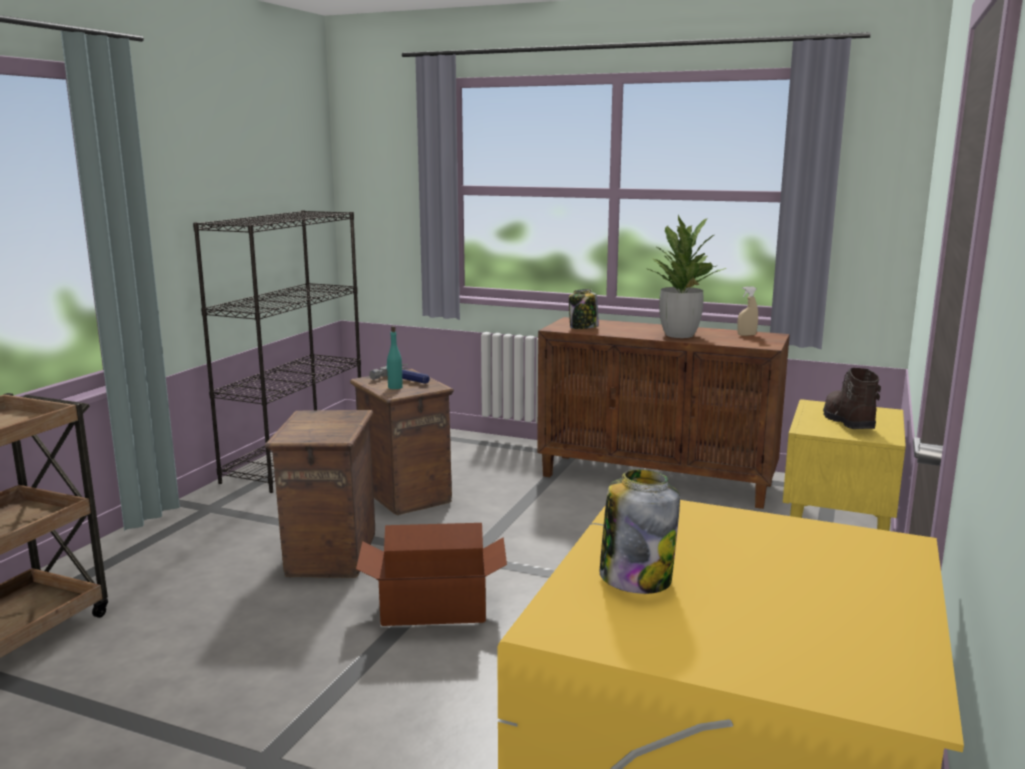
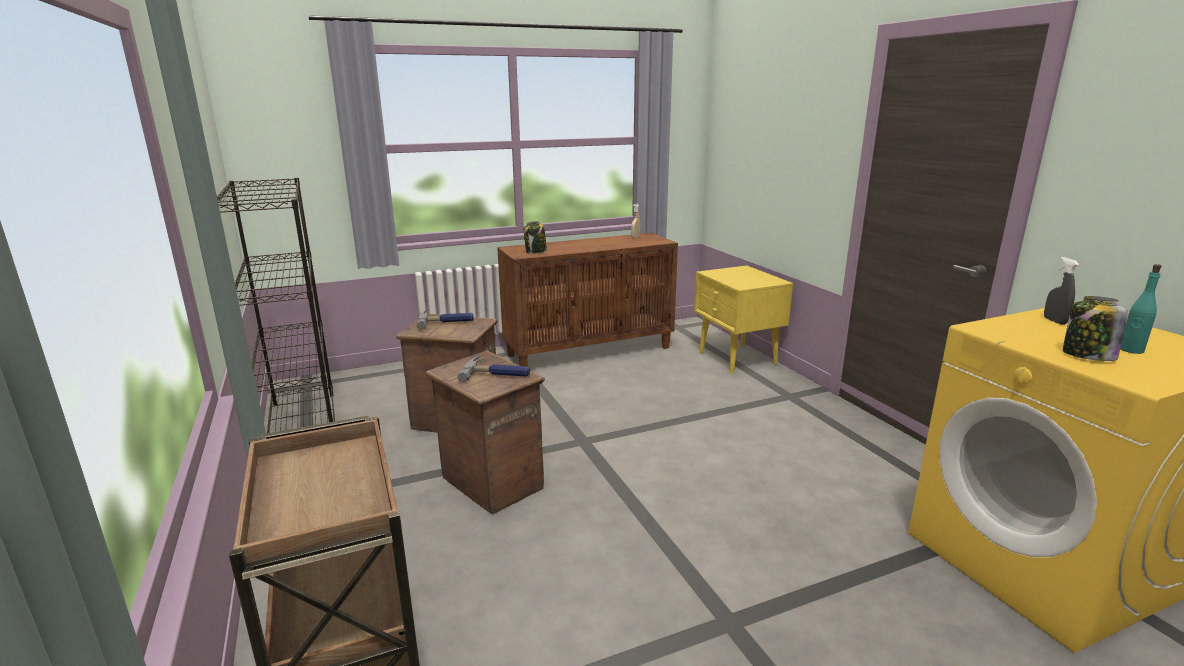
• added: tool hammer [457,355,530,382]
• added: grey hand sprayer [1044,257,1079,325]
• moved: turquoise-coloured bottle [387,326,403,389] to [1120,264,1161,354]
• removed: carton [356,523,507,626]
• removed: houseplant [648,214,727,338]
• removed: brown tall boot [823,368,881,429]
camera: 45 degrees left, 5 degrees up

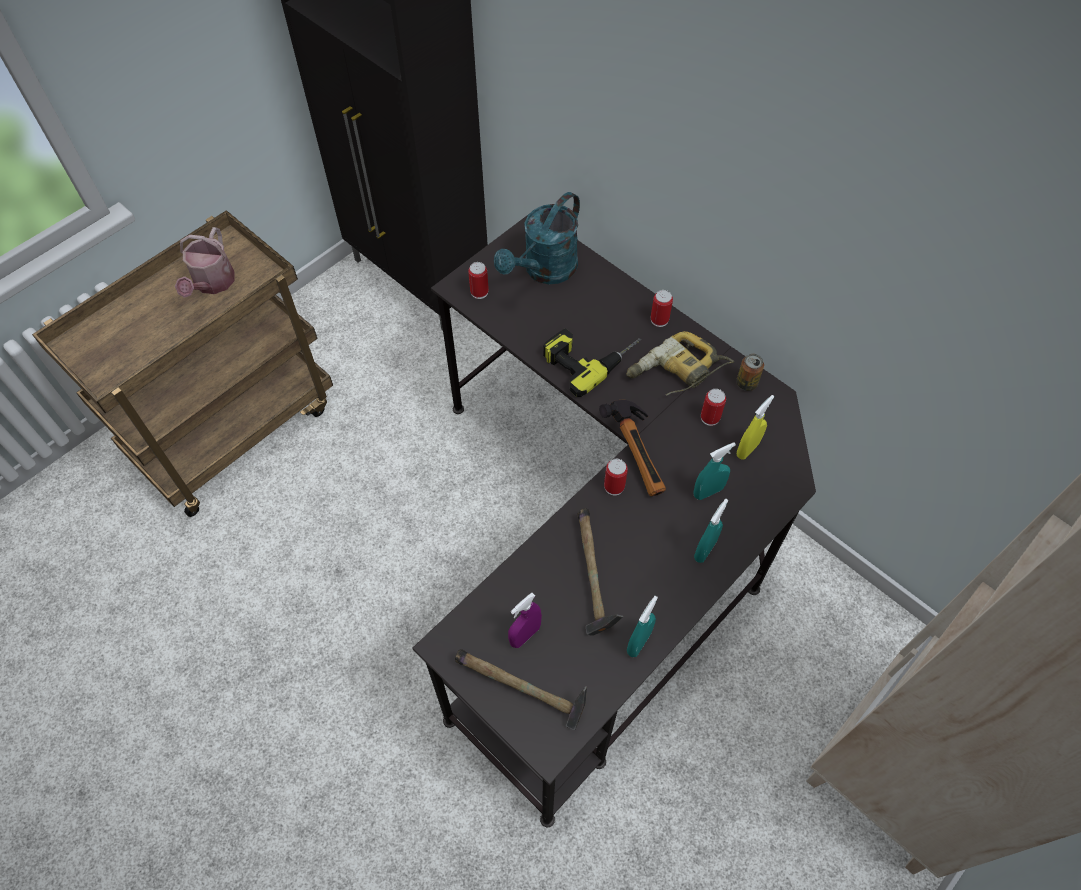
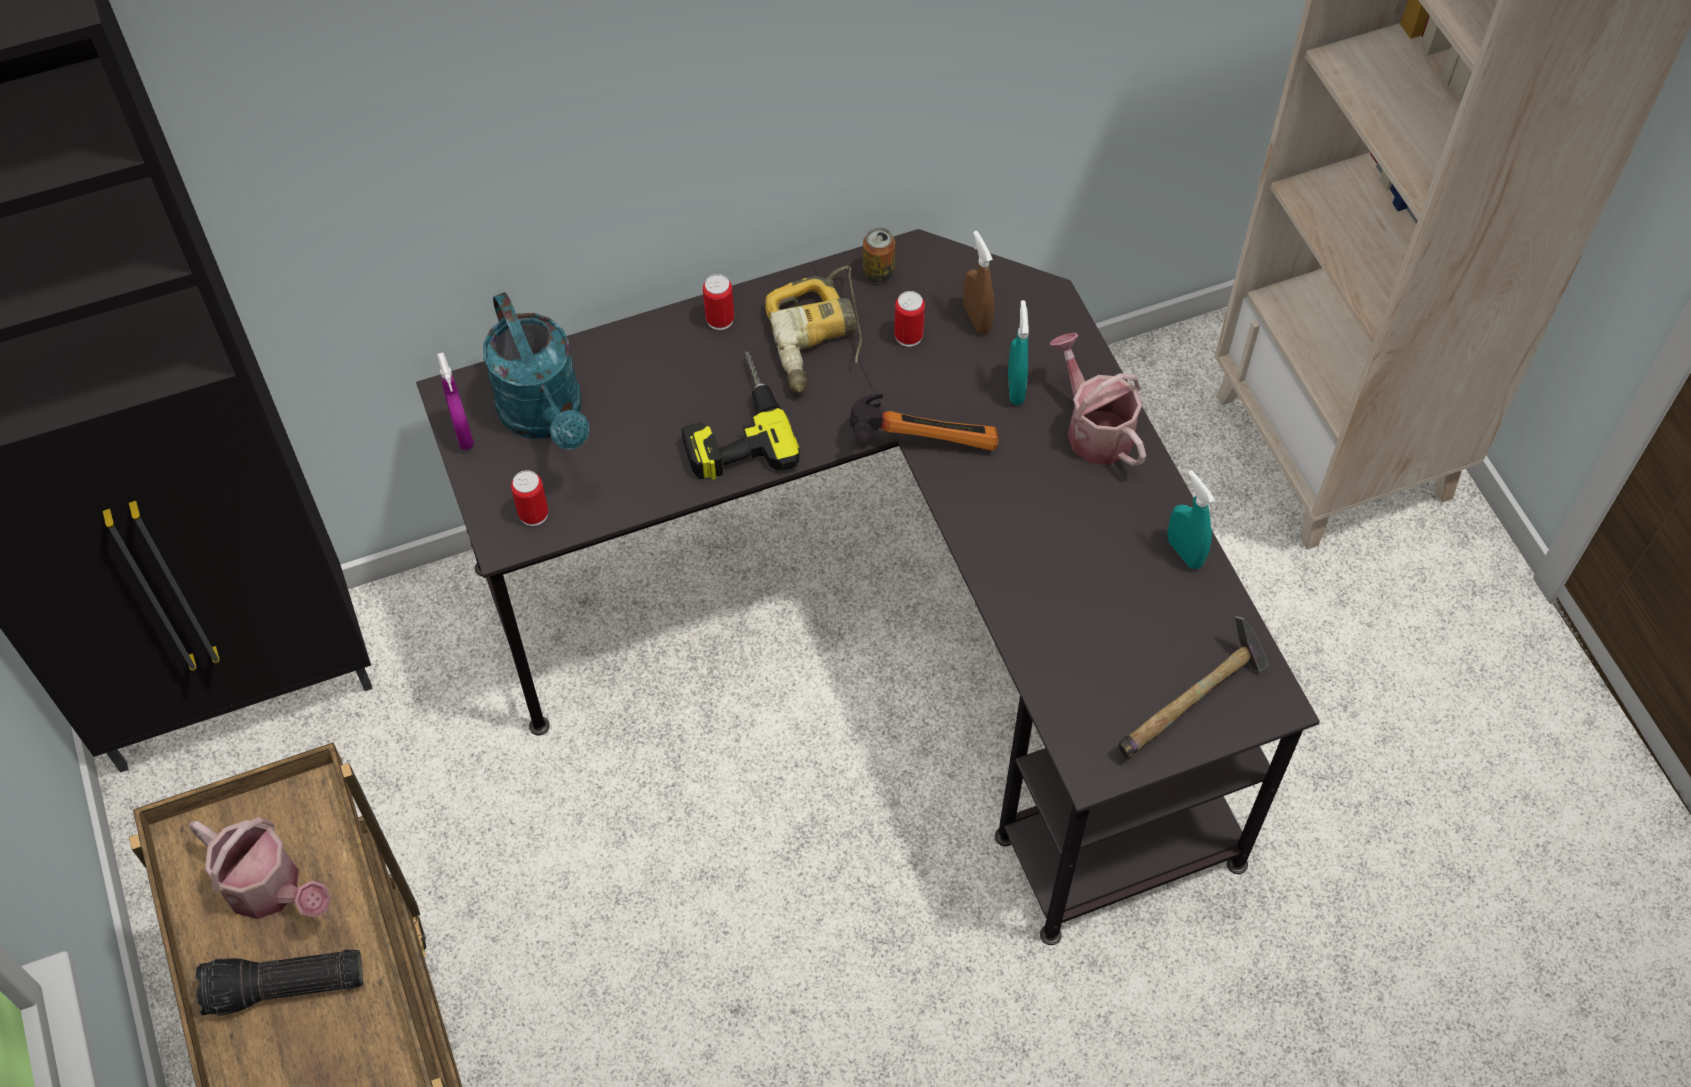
• added: flashlight [195,949,363,1016]
• moved: purplish hand sprayer [508,593,542,648] to [437,352,474,450]
• recoloured: yellowish hand sprayer [737,395,774,460] to brown hand sprayer [963,231,995,334]
• replaced: turquoise-coloured hand sprayer [694,499,729,563] to watering pot [1050,333,1146,466]
• removed: tool hammer [577,508,623,636]
• removed: metal can [604,459,628,495]
camera: 65 degrees left, 0 degrees up

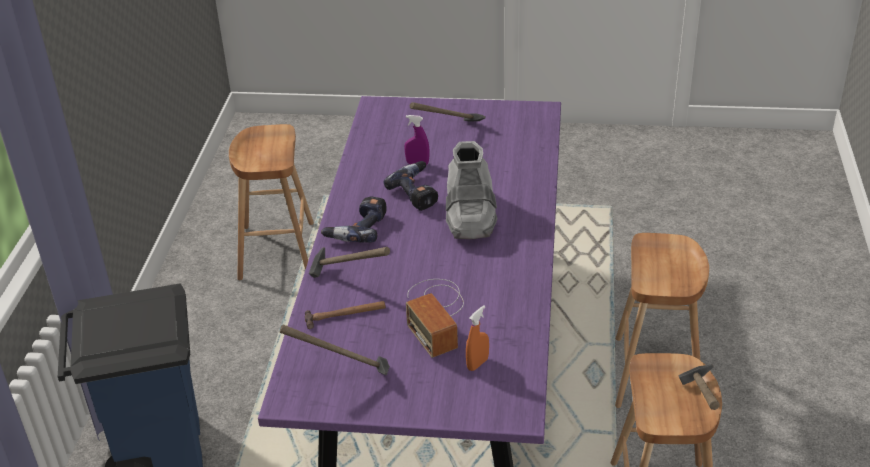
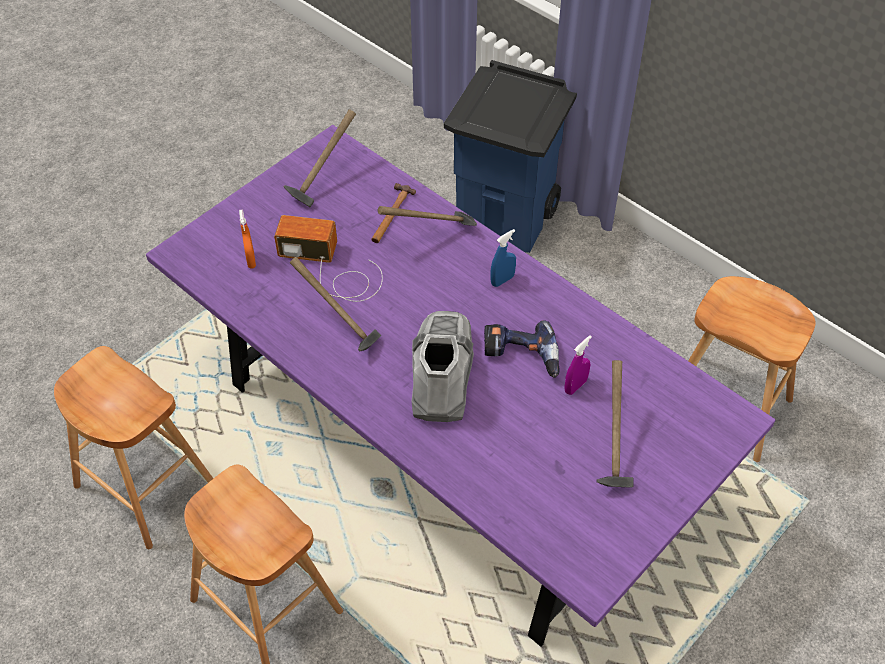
• moved: tool hammer [679,364,720,410] to [290,257,381,352]
• turned: grey tall boot [446,141,497,239] = [412,311,474,422] 60 degrees clockwise
• replaced: electric drill [321,197,386,243] to blue hand sprayer [490,229,516,287]
camera: 125 degrees right, 15 degrees up

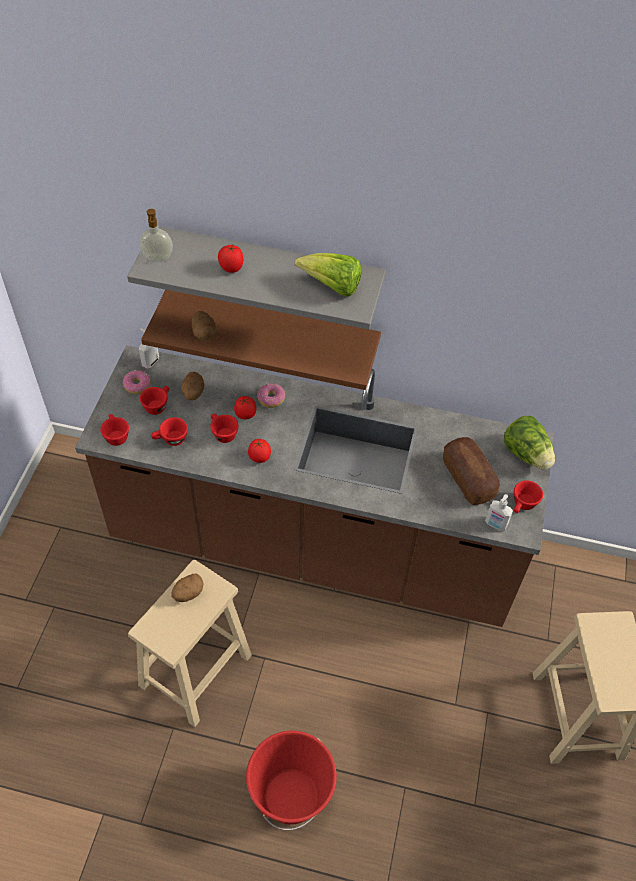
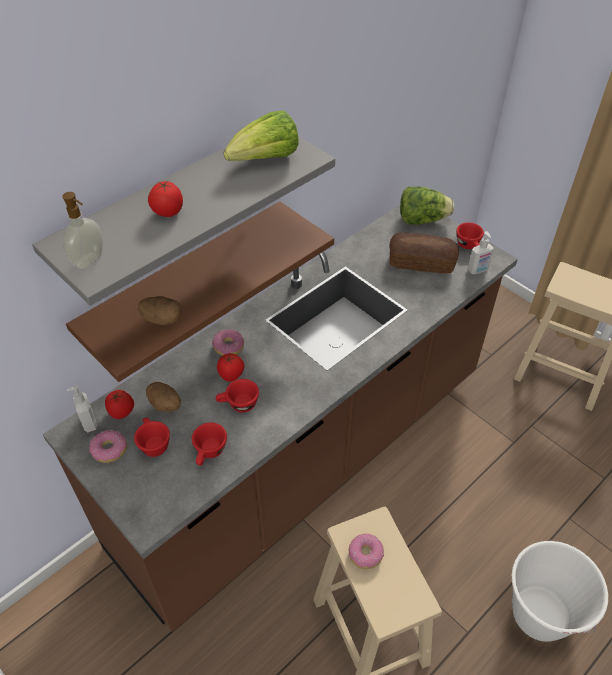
• moved: fresh tomato [248,439,271,463] to [105,390,134,419]
• replaced: potato [172,574,203,602] to donut [349,534,384,569]
• recoloured: red-coloured pail [246,730,337,830] to whitish pail [512,541,608,642]
• removed: red-coloured drinking cup [100,414,129,446]
camera: 55 degrees left, 5 degrees down

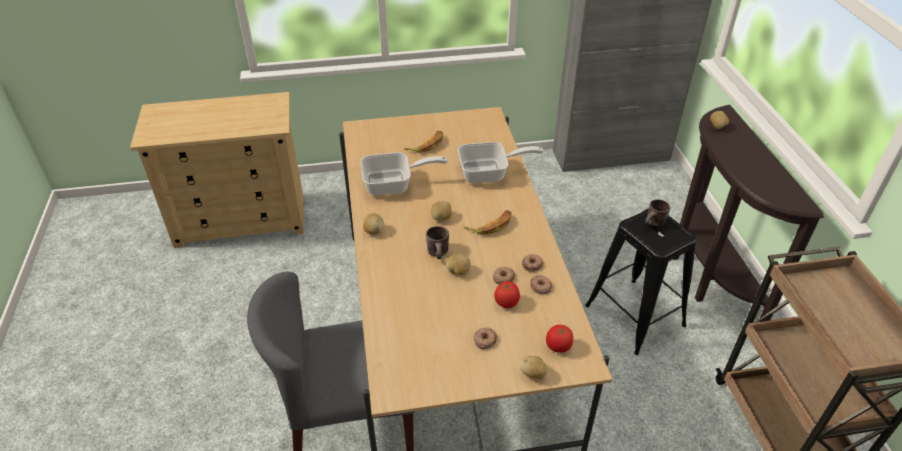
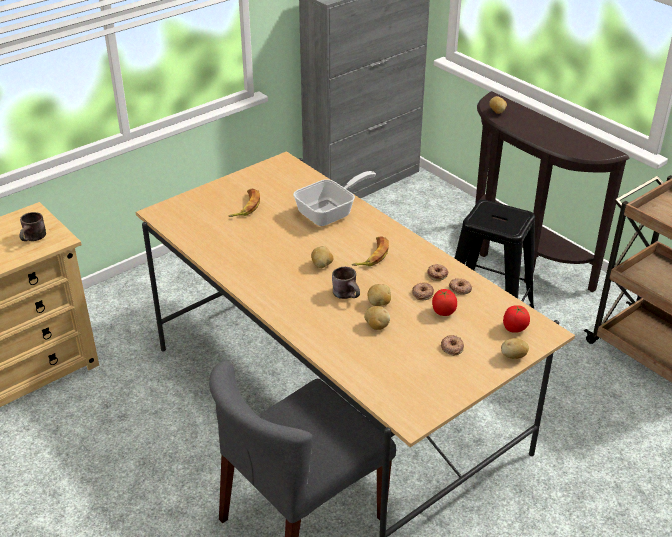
• moved: brown tea mug [645,199,671,227] to [20,212,46,241]
• moved: potato [363,213,384,235] to [364,306,390,330]
• removed: skillet [360,152,448,196]
camera: 30 degrees left, 5 degrees down

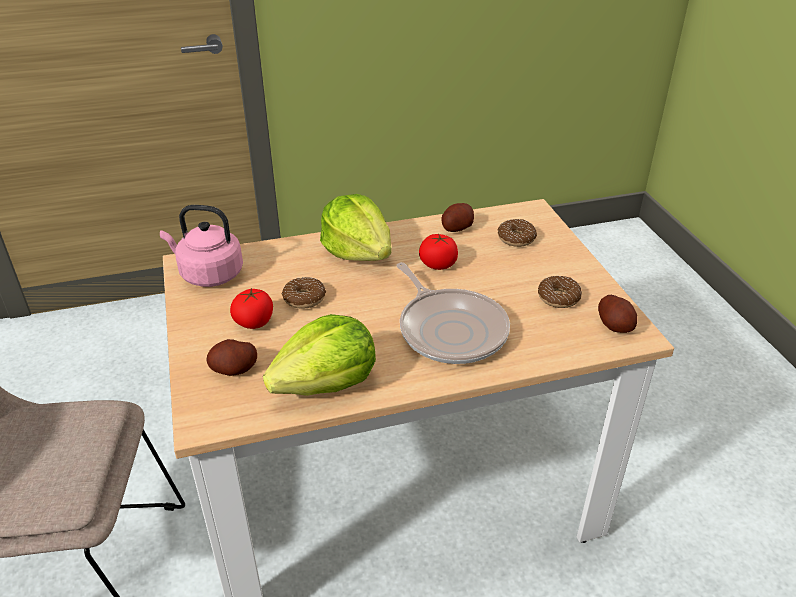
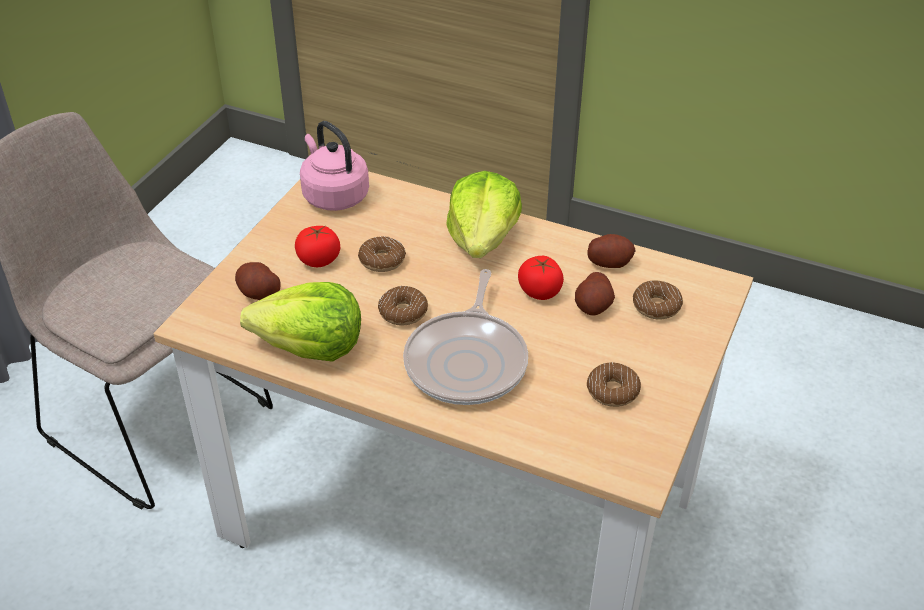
• added: donut [378,286,428,326]
• moved: potato [598,295,637,333] to [575,272,615,315]
camera: 40 degrees right, 5 degrees up

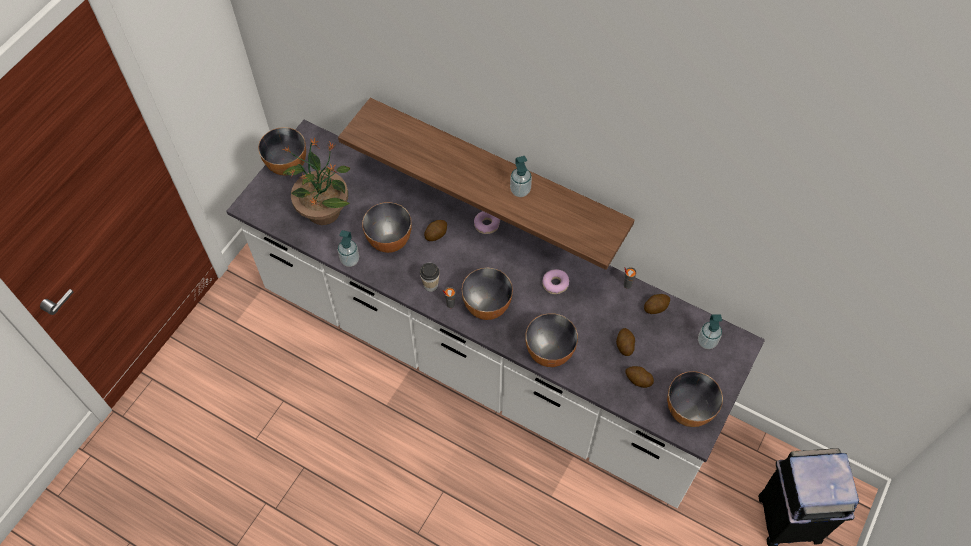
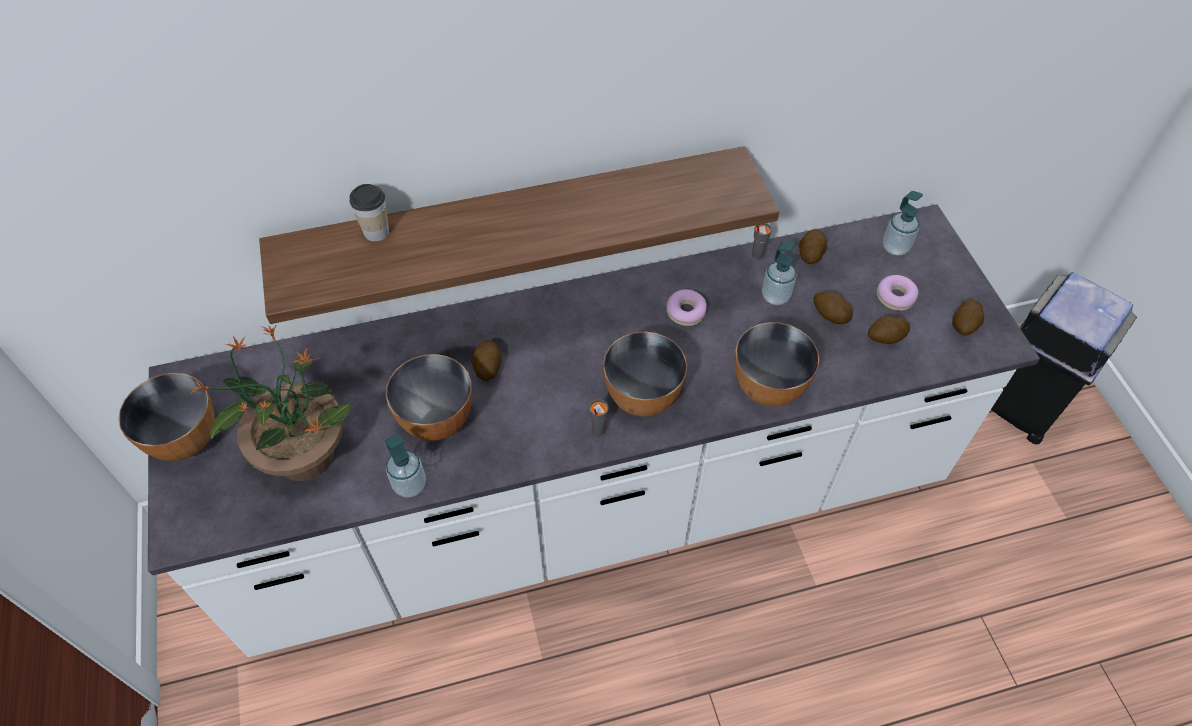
• moved: drinking cup [420,263,440,292] to [350,184,389,242]
• moved: soap bottle [510,156,532,197] to [762,241,797,305]
• moved: donut [474,211,500,234] to [877,275,919,311]
• replaced: serving bowl [667,371,723,427] to potato [952,300,984,335]
camera: 45 degrees left, 5 degrees down

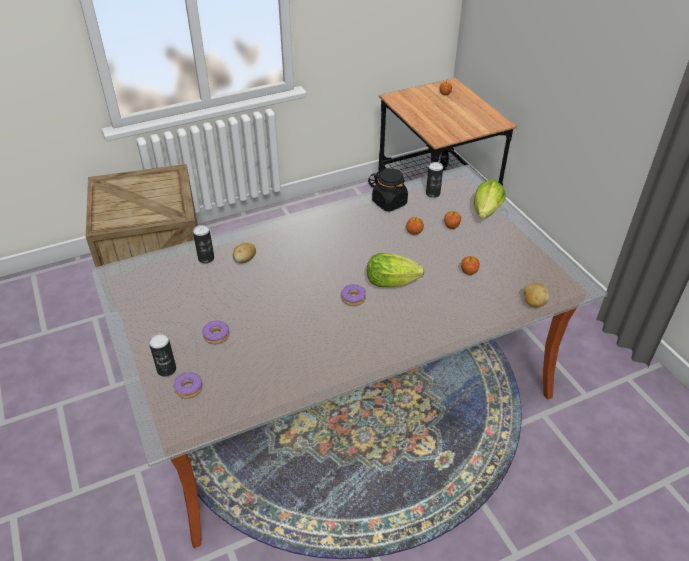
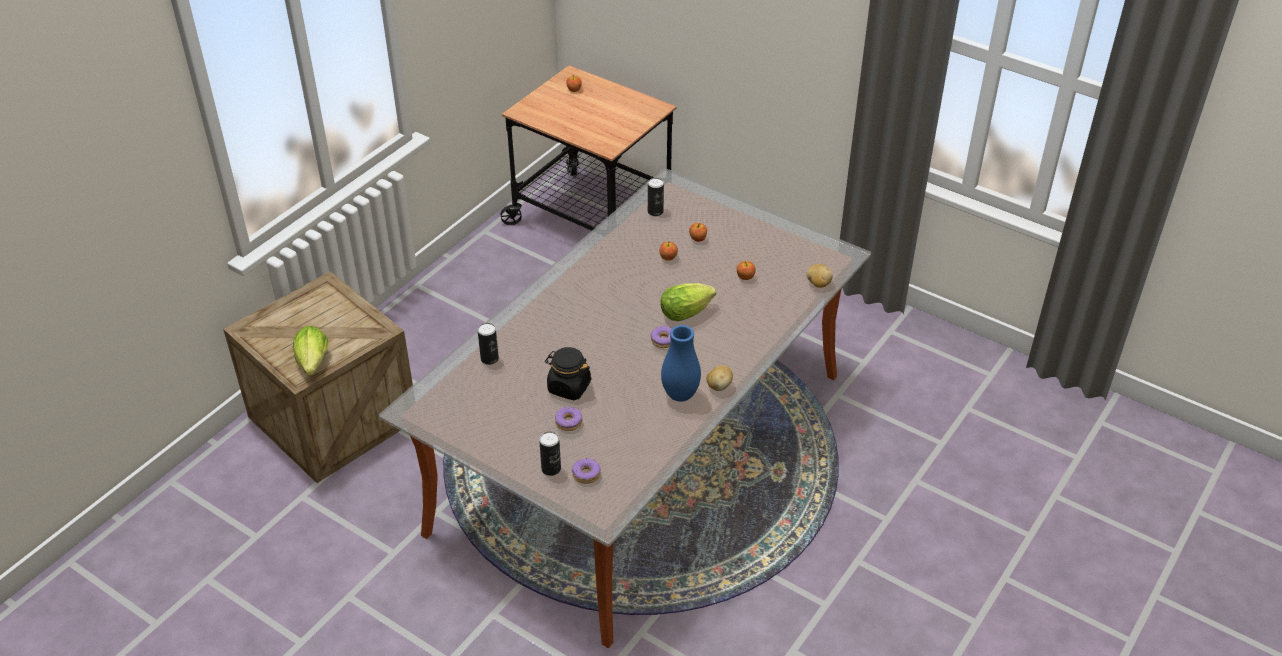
• moved: head of lettuce [473,179,506,219] to [293,326,328,375]
• moved: blackish jar [372,168,408,211] to [545,347,592,400]
• added: blue vase [661,325,701,402]
• moved: potato [233,243,256,264] to [706,365,733,391]
camera: 30 degrees left, 0 degrees up

